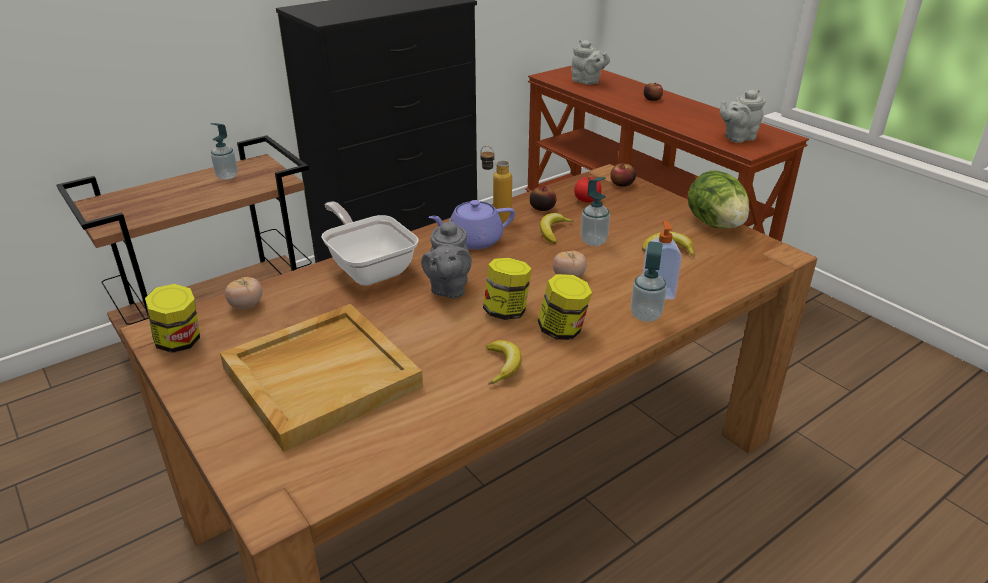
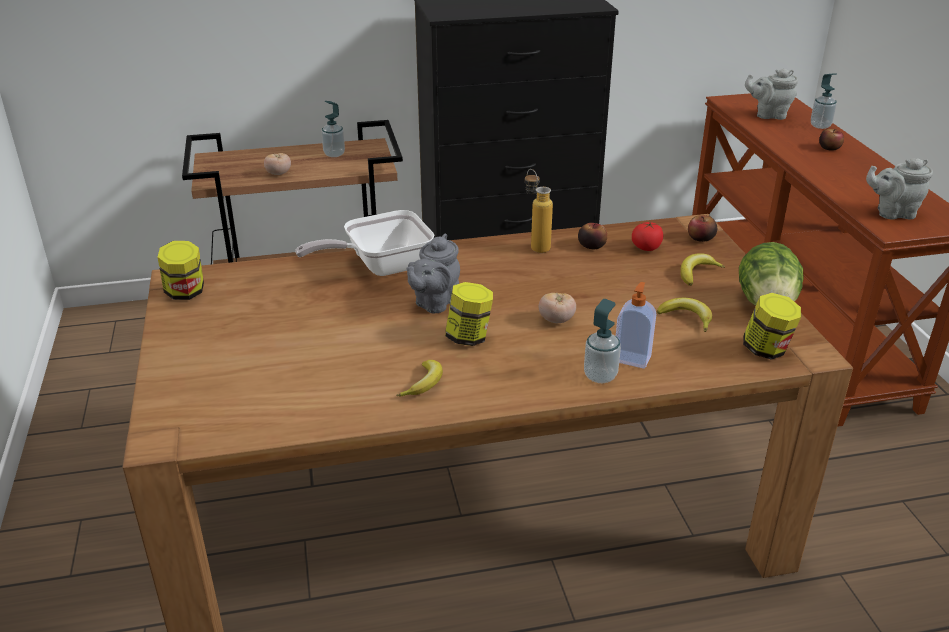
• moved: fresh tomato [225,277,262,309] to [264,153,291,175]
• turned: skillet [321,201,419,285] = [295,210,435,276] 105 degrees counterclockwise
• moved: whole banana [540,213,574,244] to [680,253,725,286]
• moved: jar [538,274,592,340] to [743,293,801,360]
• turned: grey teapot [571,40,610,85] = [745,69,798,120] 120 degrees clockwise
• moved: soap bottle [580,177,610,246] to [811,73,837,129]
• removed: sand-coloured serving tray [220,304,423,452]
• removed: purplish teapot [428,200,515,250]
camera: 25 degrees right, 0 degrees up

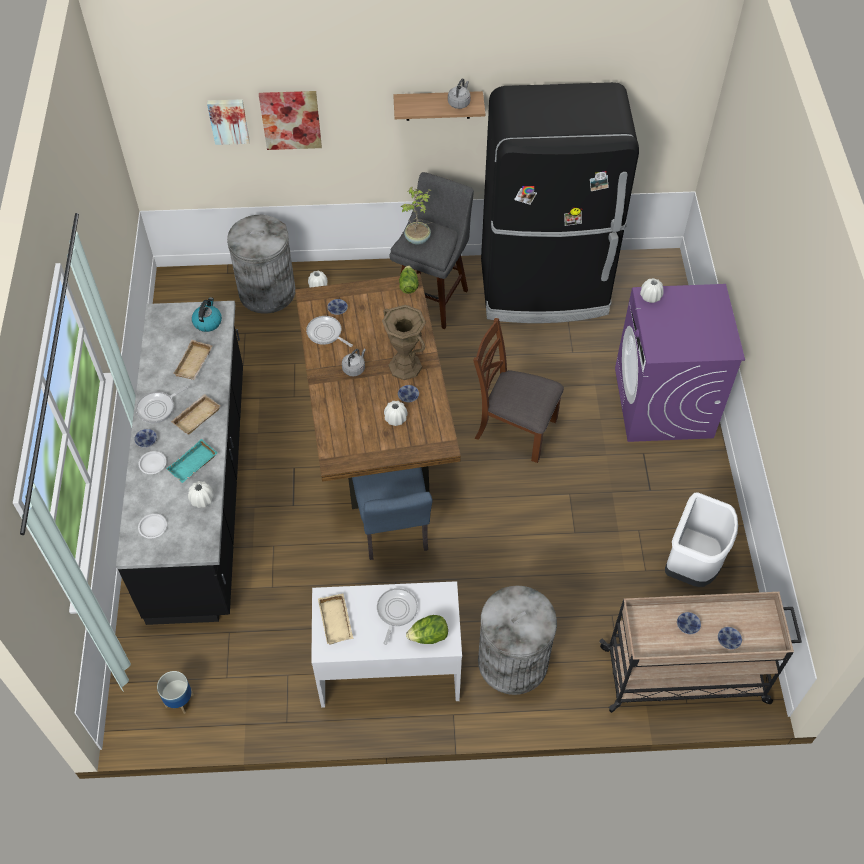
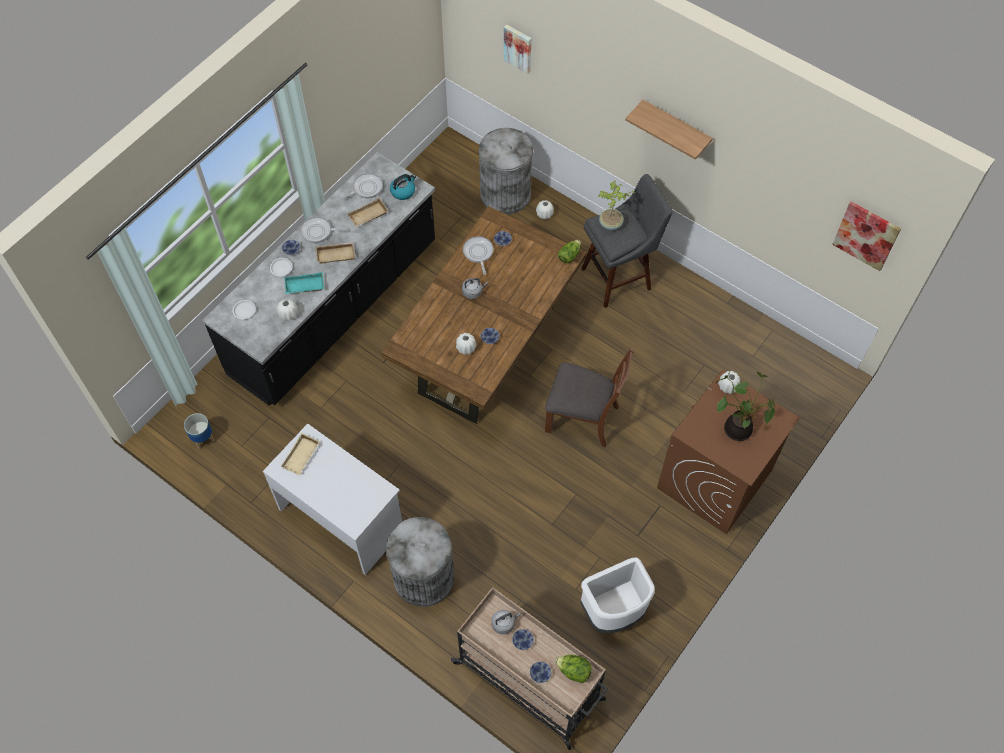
• moved: skillet [377,588,418,645] to [340,173,383,200]
• moved: grey water kettle [448,79,471,109] to [492,610,521,634]
• turned: brown plain chair [473,318,564,463] = [545,348,634,447] 135 degrees clockwise
• moved: head of lettuce [406,615,448,644] to [555,655,592,683]
• recoloured: purplish laundry machine [615,284,745,442] to brown laundry machine [657,370,800,534]
• added: houseplant [715,371,776,441]
• moved: picture [259,91,322,150] to [832,201,901,271]
• removed: blue plain chair [352,467,433,560]
• removed: brown vase [382,305,426,380]
• removed: blackish fridge [481,82,639,323]
camera: 40 degrees right, 5 degrees up

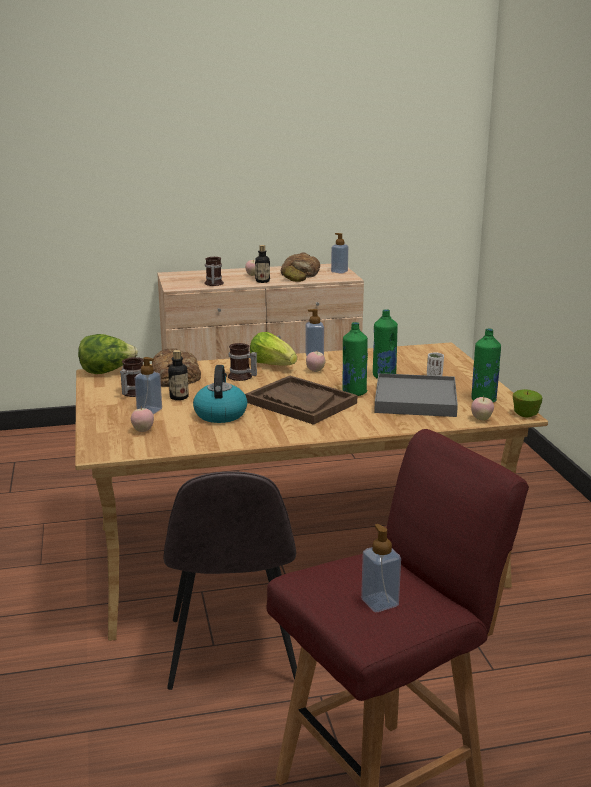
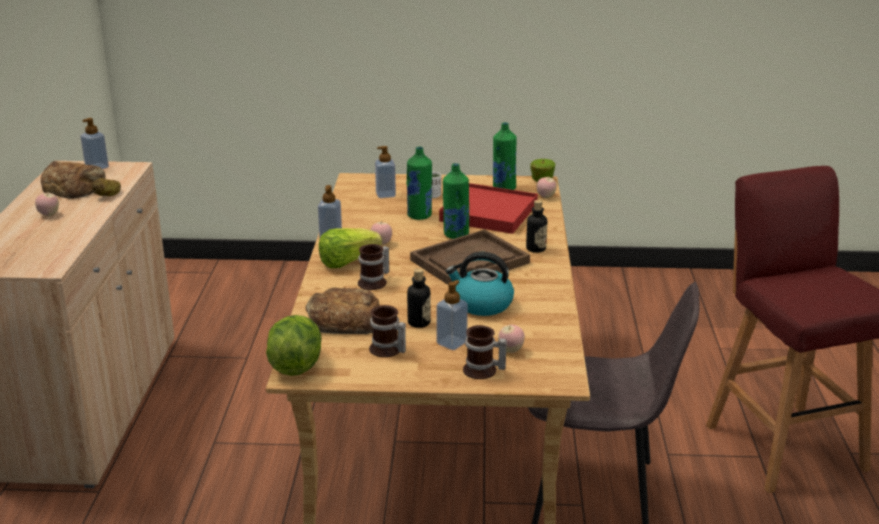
• moved: soap bottle [361,524,401,612] to [375,146,396,198]
• recoloured: grey serving tray [374,373,458,417] to red-coloured serving tray [439,183,538,234]
• moved: tea mug [204,257,224,286] to [463,325,507,379]
• moved: bottle [255,245,270,283] to [526,200,547,253]
camera: 75 degrees left, 5 degrees up

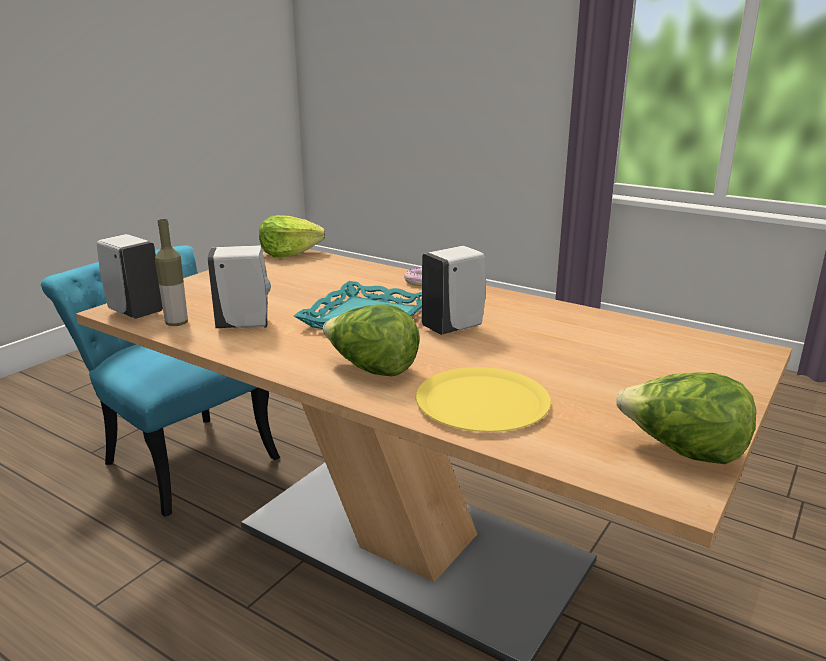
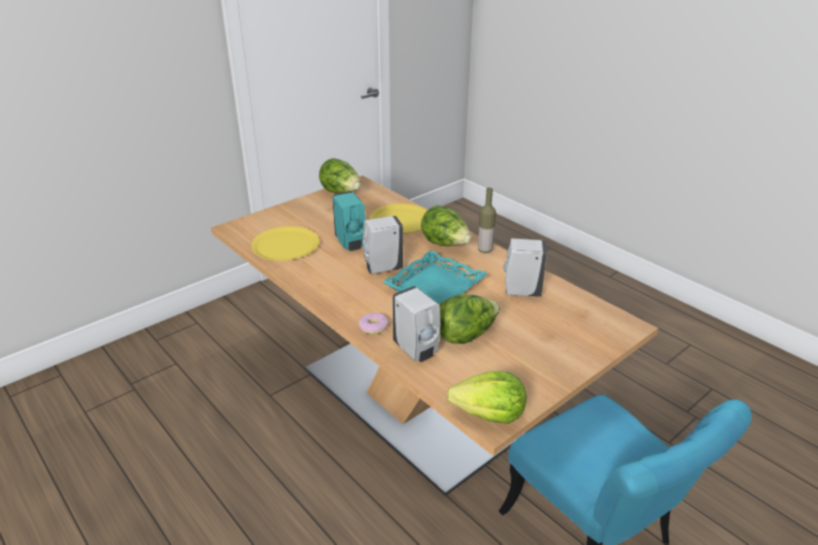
• added: yellowish flat dish [251,226,319,261]
• added: turquoise-coloured soap bottle [332,191,366,251]
• moved: whitish soap bottle [97,234,163,319] to [392,286,440,362]
• added: head of lettuce [439,294,500,344]
• moved: bottle [155,219,188,326] to [478,188,496,253]
camera: 165 degrees left, 10 degrees up

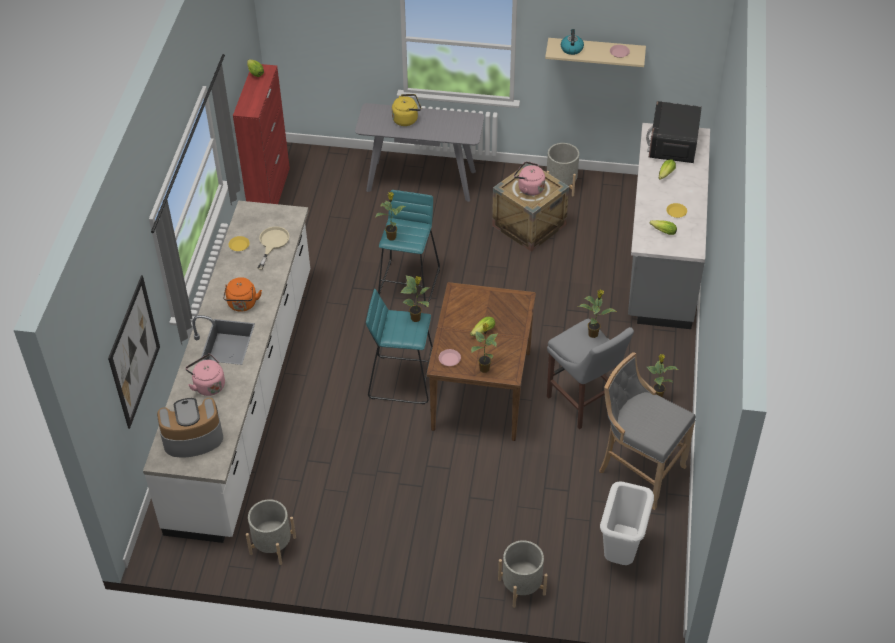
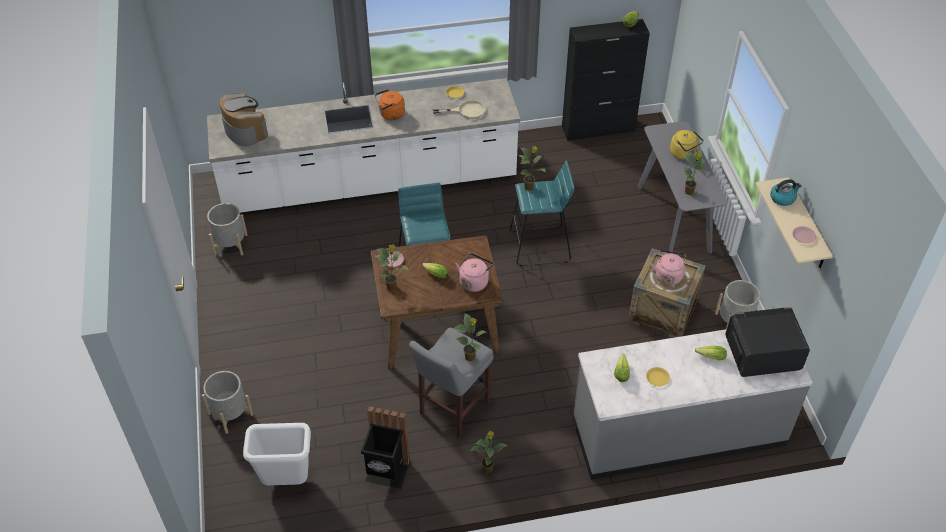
• replaced: grey stool seat [599,352,695,510] to blackish rubbish bin [361,406,410,489]
• moved: pink water kettle [186,354,225,396] to [456,253,493,292]
• recoloured: red-coloured cupboard [233,64,290,204] to blackish cupboard [562,19,650,141]
• moved: houseplant [400,276,429,322] to [683,149,706,195]
• removed: picture [108,275,160,429]
camera: 70 degrees right, 0 degrees up

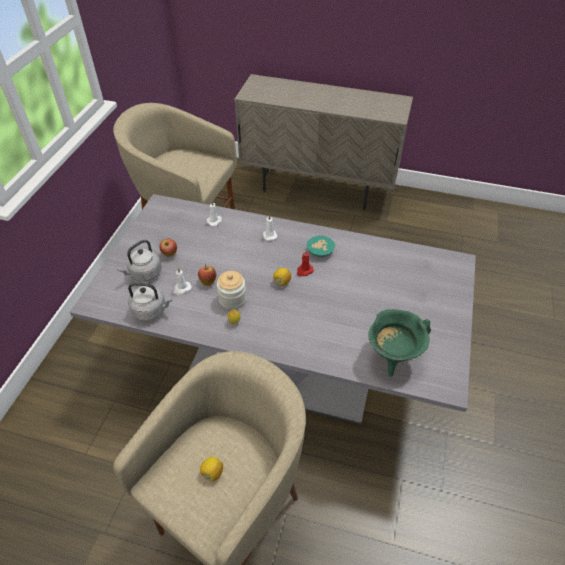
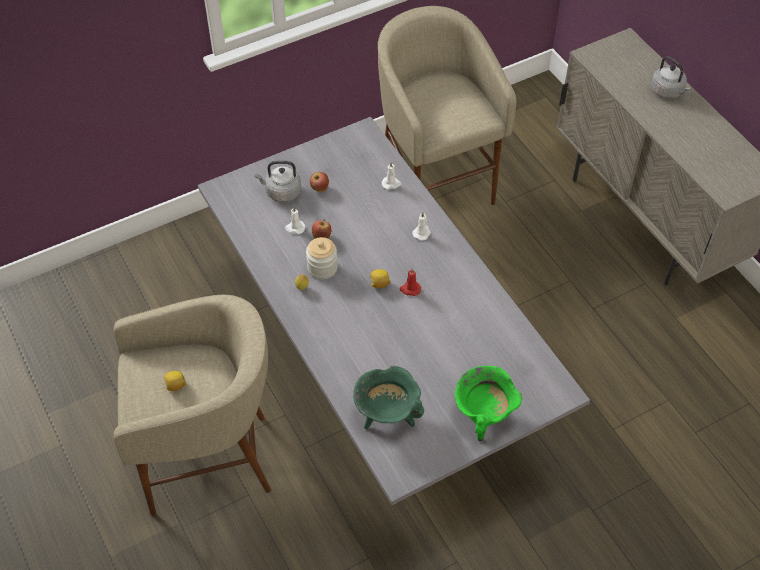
• added: green-coloured stockpot [455,366,522,442]
• moved: grey water kettle [128,282,172,321] to [651,56,691,99]
• removed: turquoise-coloured serving bowl [307,236,335,257]
camera: 45 degrees right, 5 degrees up

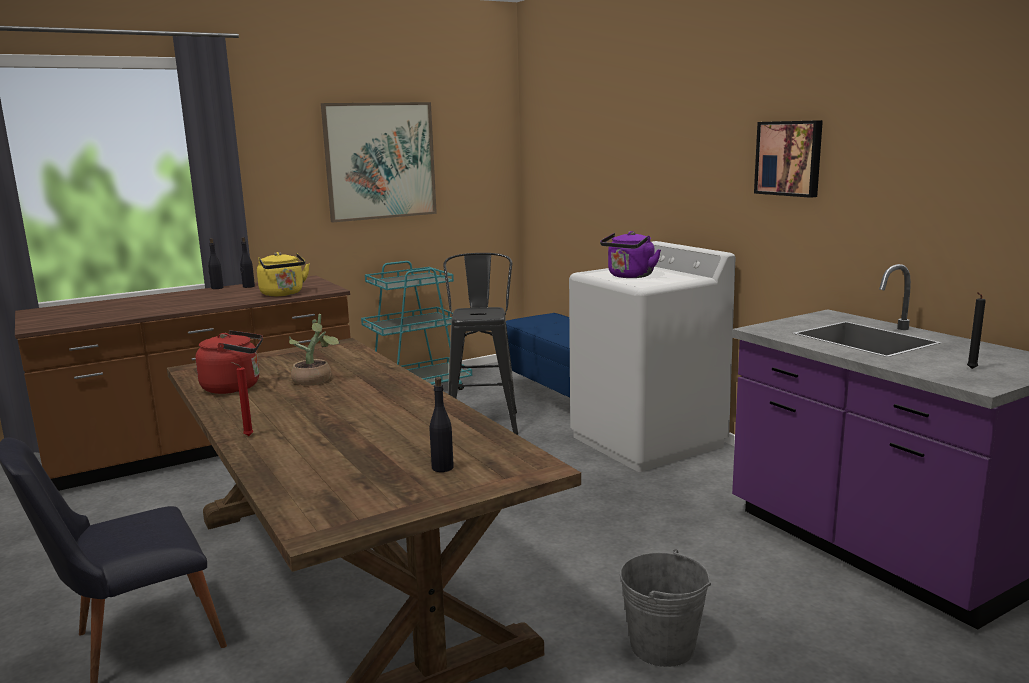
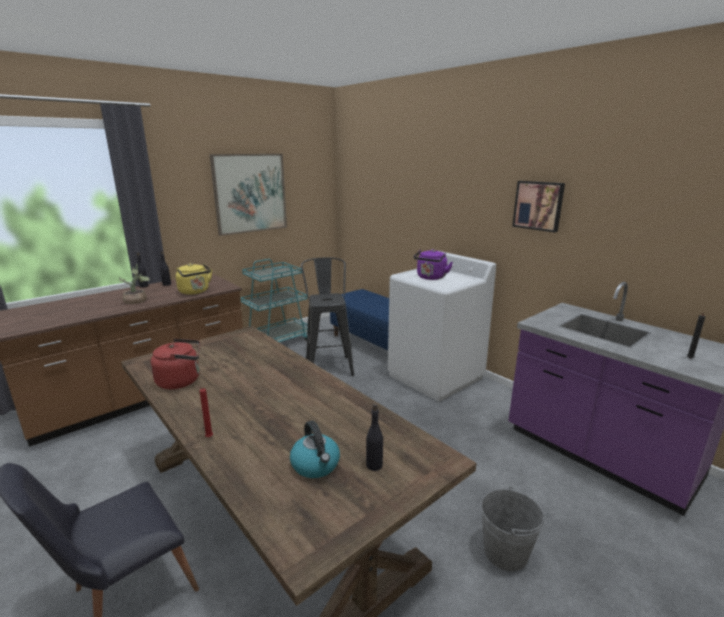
• moved: houseplant [289,314,340,386] to [119,264,150,304]
• added: water kettle [290,421,340,478]
camera: 10 degrees left, 5 degrees up

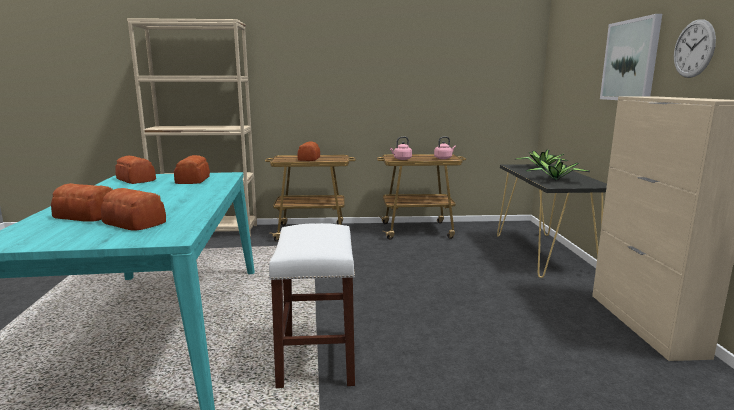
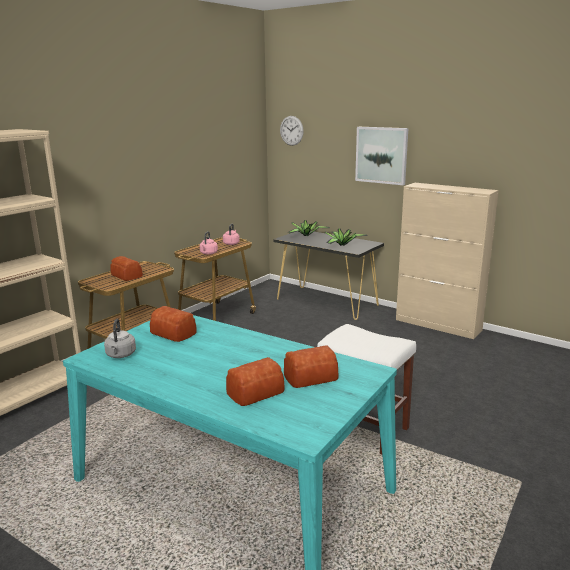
• replaced: bread [115,156,156,184] to grey water kettle [104,319,136,358]
• moved: wall clock [674,19,716,78] to [280,116,304,146]
camera: 50 degrees left, 5 degrees up

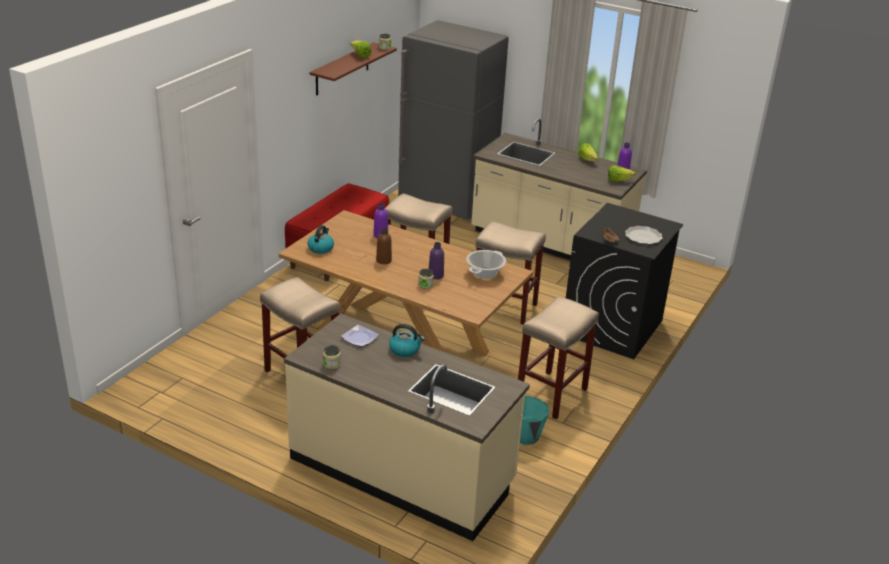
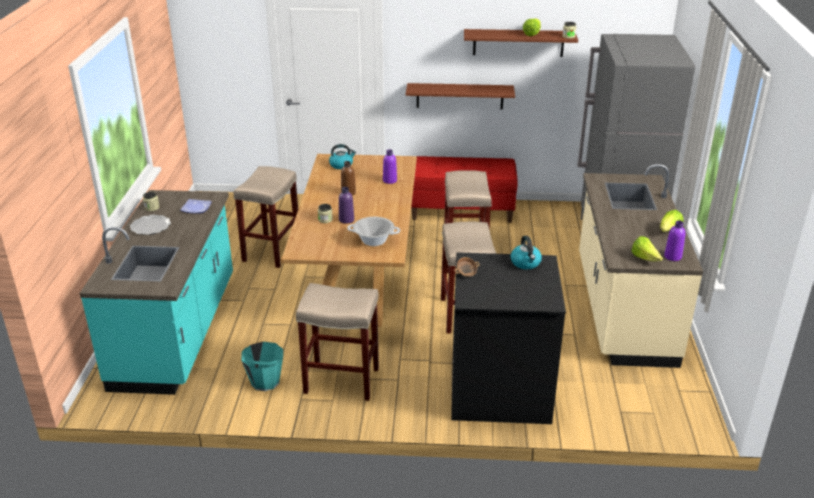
• recoloured: sand-coloured counter [284,314,530,541] to turquoise-coloured counter [79,190,233,395]
• moved: flat dish [625,226,663,244] to [130,215,171,235]
• added: brown shelf [406,83,515,110]
• moved: water kettle [389,324,425,357] to [511,236,542,269]
camera: 65 degrees right, 0 degrees up

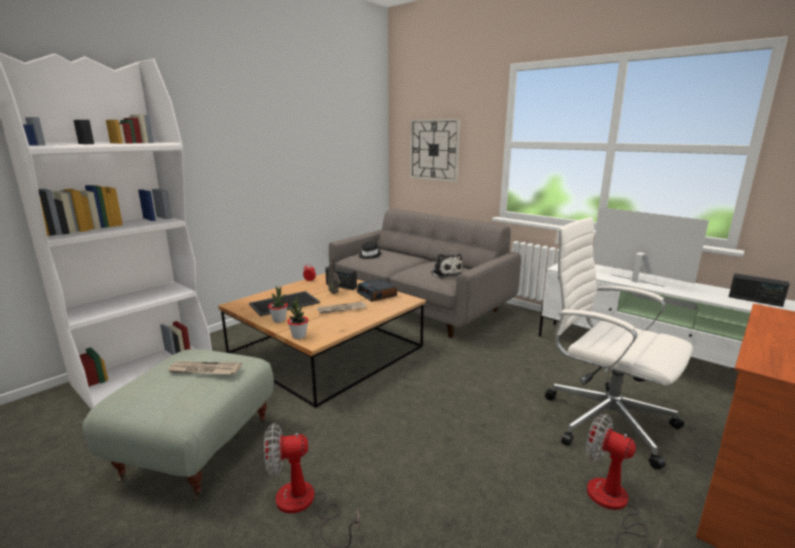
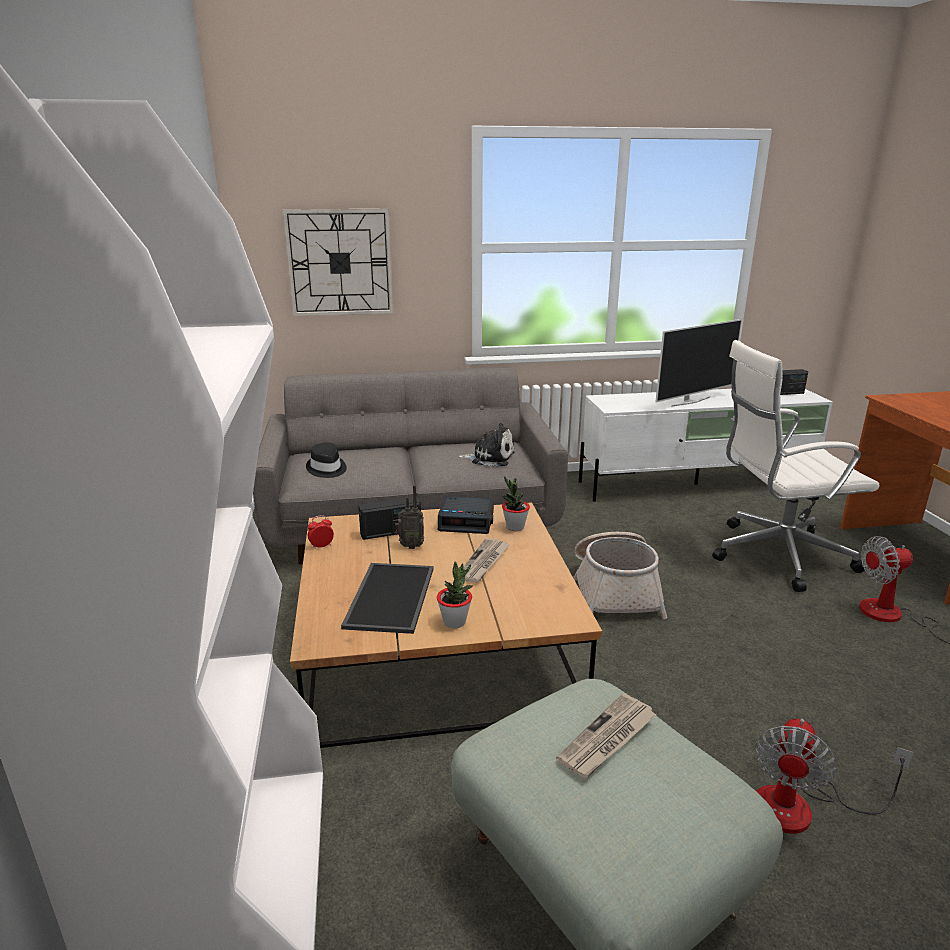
• moved: houseplant [287,296,308,339] to [502,476,530,531]
• added: storage basket [573,532,667,619]
• turned: television [593,207,709,287] = [655,319,742,407] 150 degrees clockwise
camera: 50 degrees left, 5 degrees up

